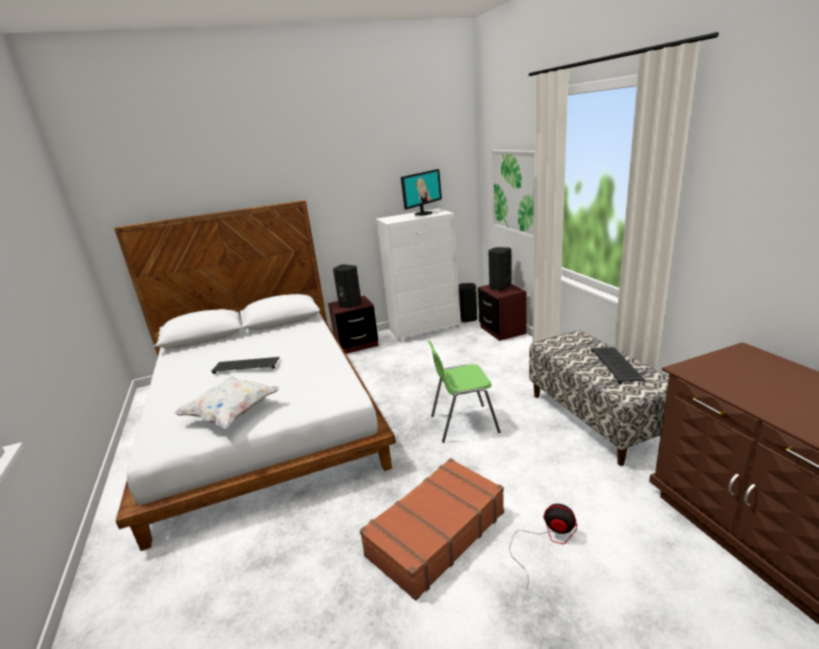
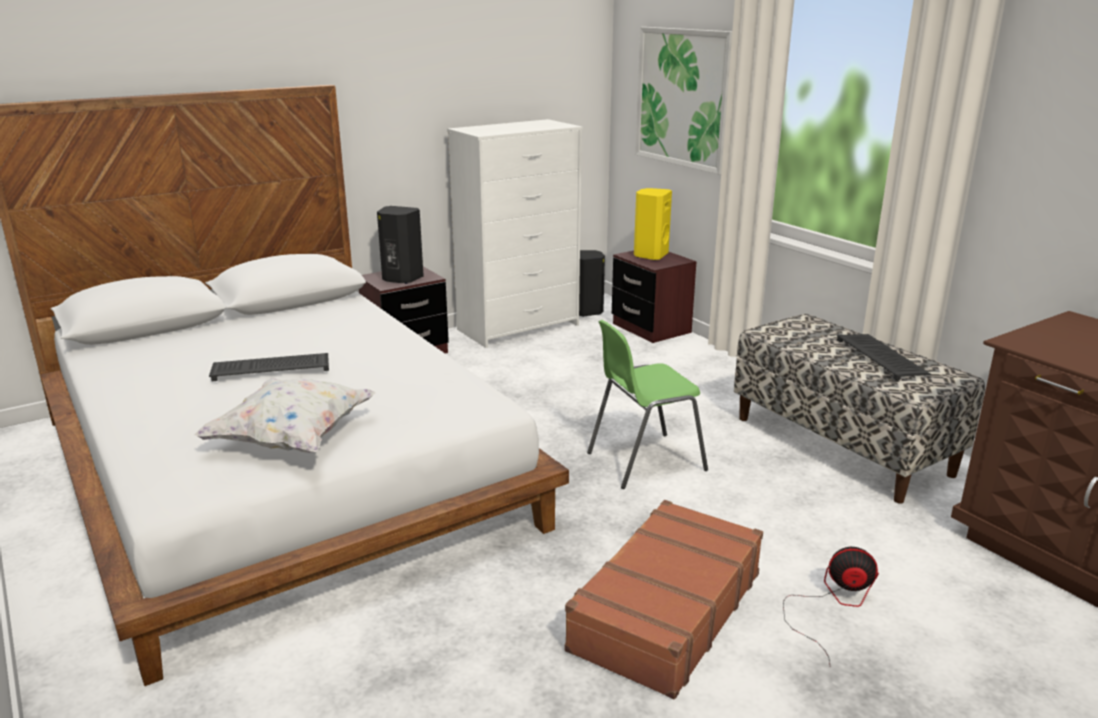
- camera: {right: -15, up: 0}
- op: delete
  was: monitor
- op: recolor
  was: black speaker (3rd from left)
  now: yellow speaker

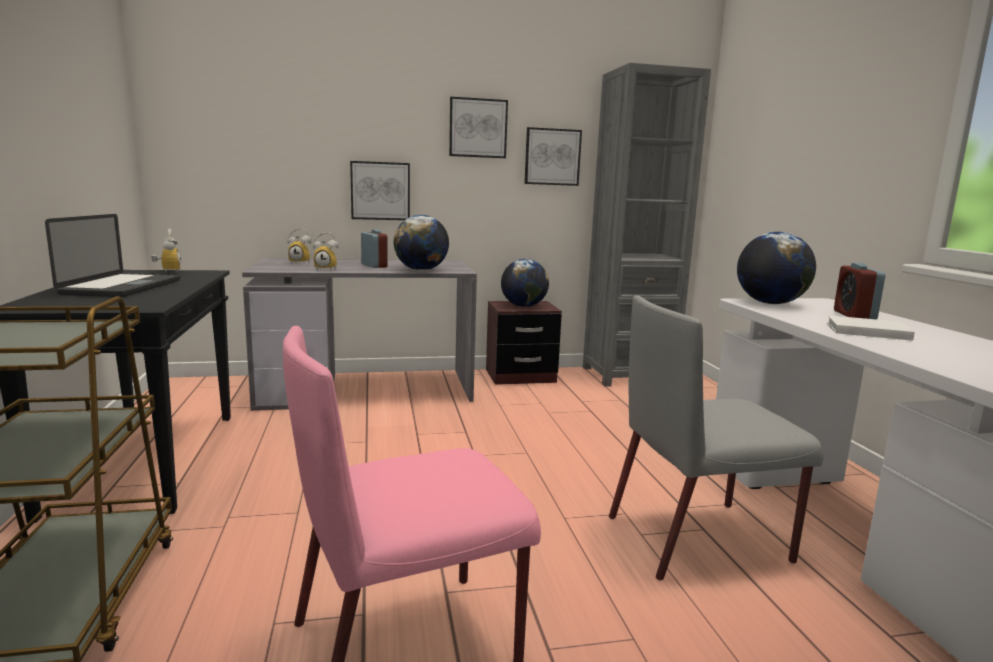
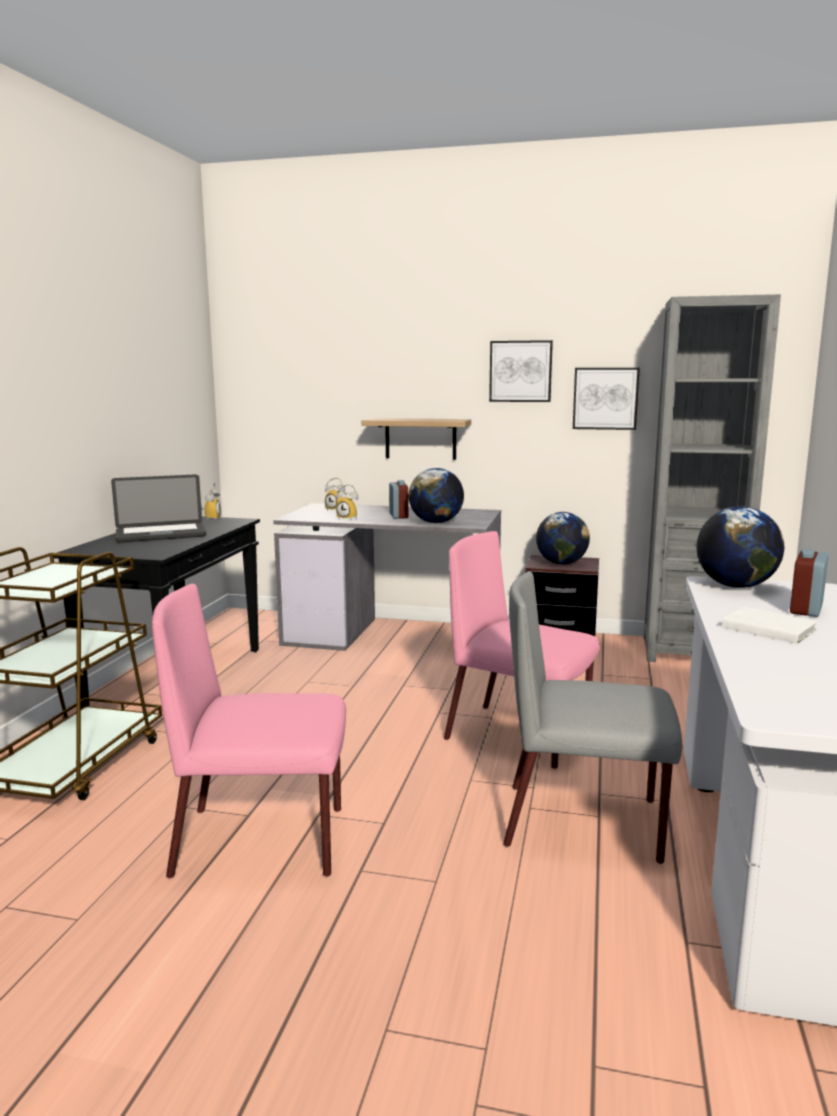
- camera: {right: 25, up: 0}
- op: replace
  was: picture (1st from left)
  now: shelf
- op: rotate
  was: laptop
  clockwise: 45
- op: insert
  now: pink chair (2nd from left)

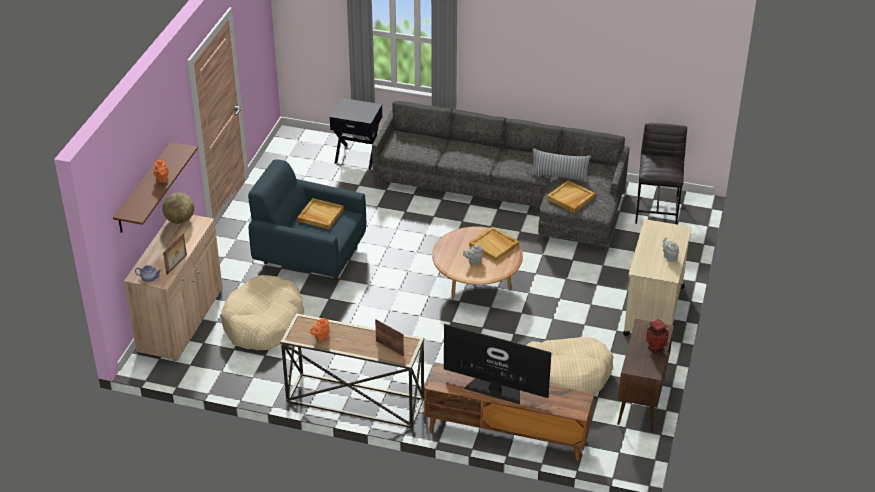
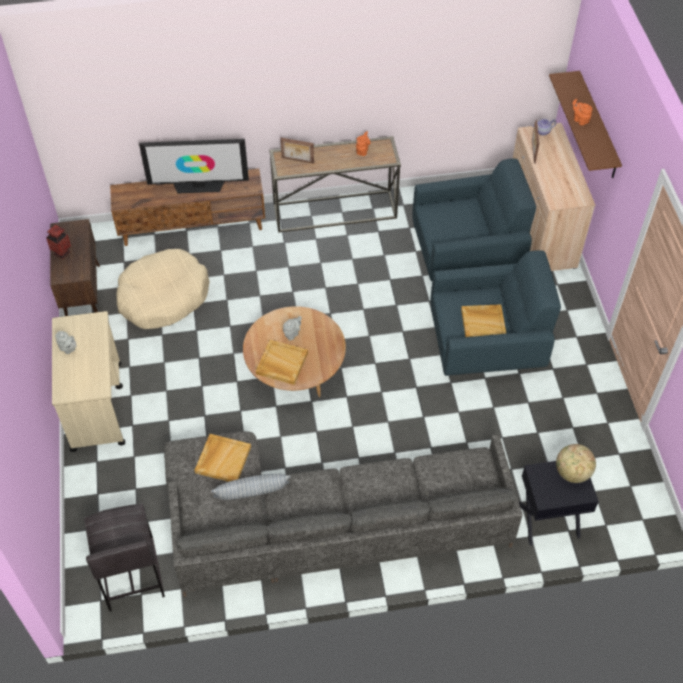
- camera: {right: 155, up: 15}
- op: move
  was: globe
- op: replace
  was: beige dog bed (1st from left)
  now: blue armchair (1st from left)

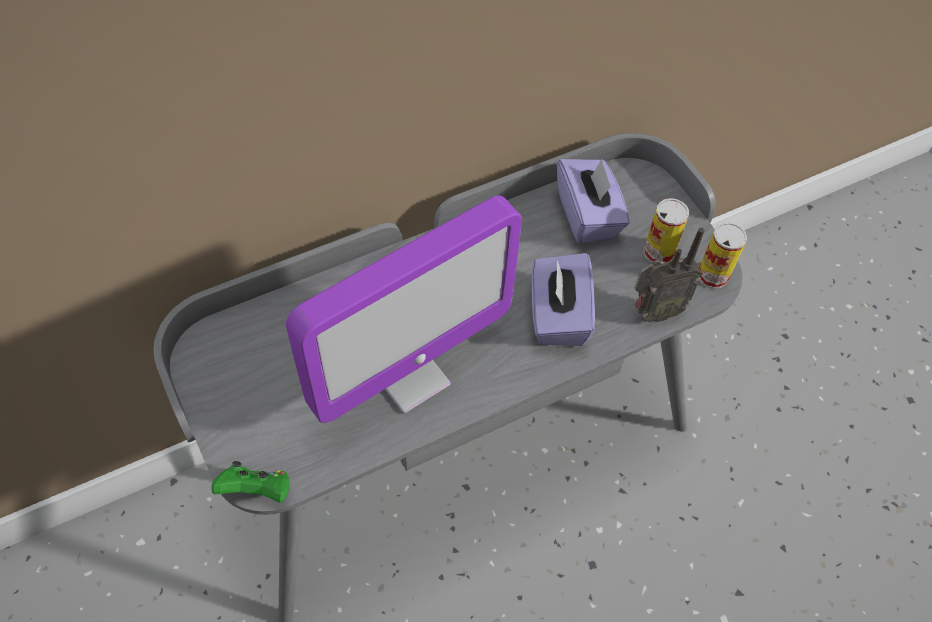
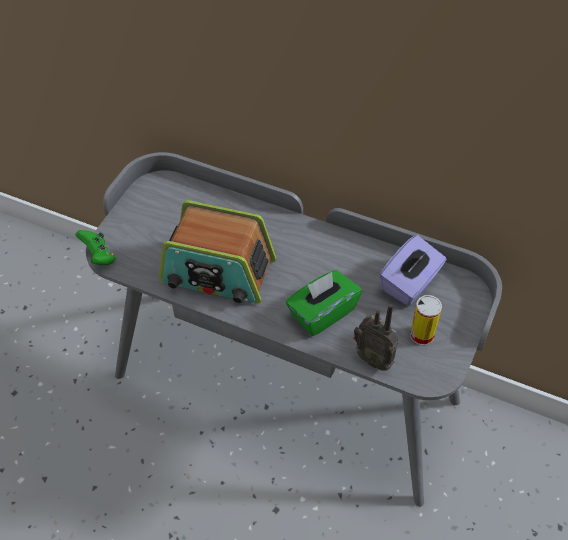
- camera: {right: 55, up: -5}
- op: replace
  was: monitor
  now: radio (1st from left)
- op: delete
  was: can (2nd from left)
- op: recolor
  was: purple tissue box (1st from left)
  now: green tissue box

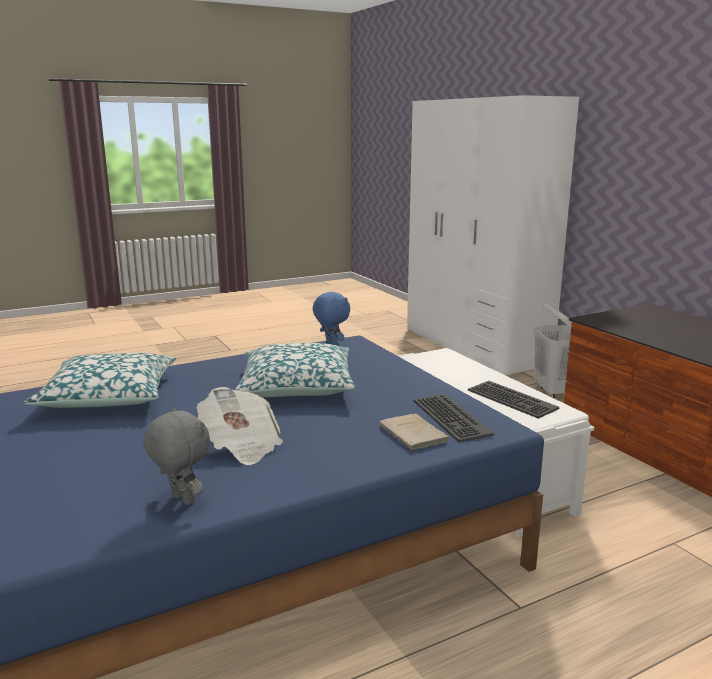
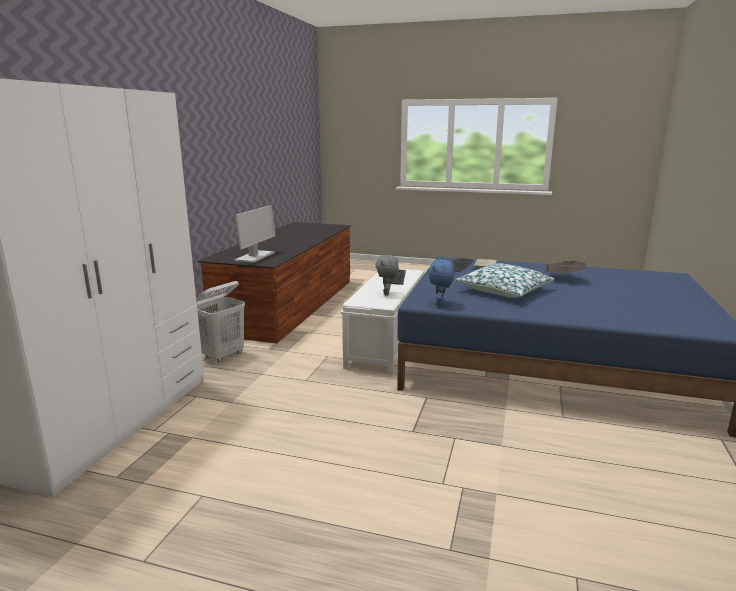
- camera: {right: -135, up: 0}
- op: delete
  was: pillow (1st from left)
- op: move
  was: grey plush toy
- op: insert
  now: monitor

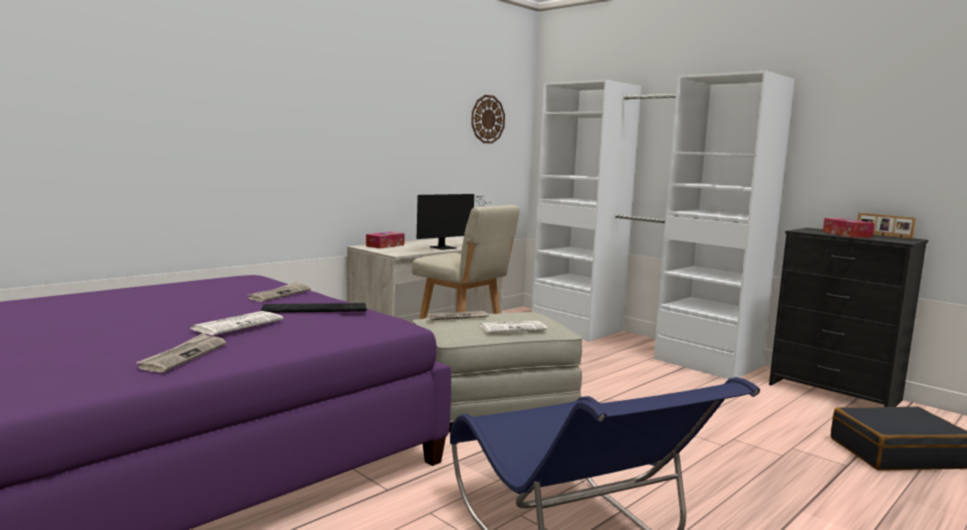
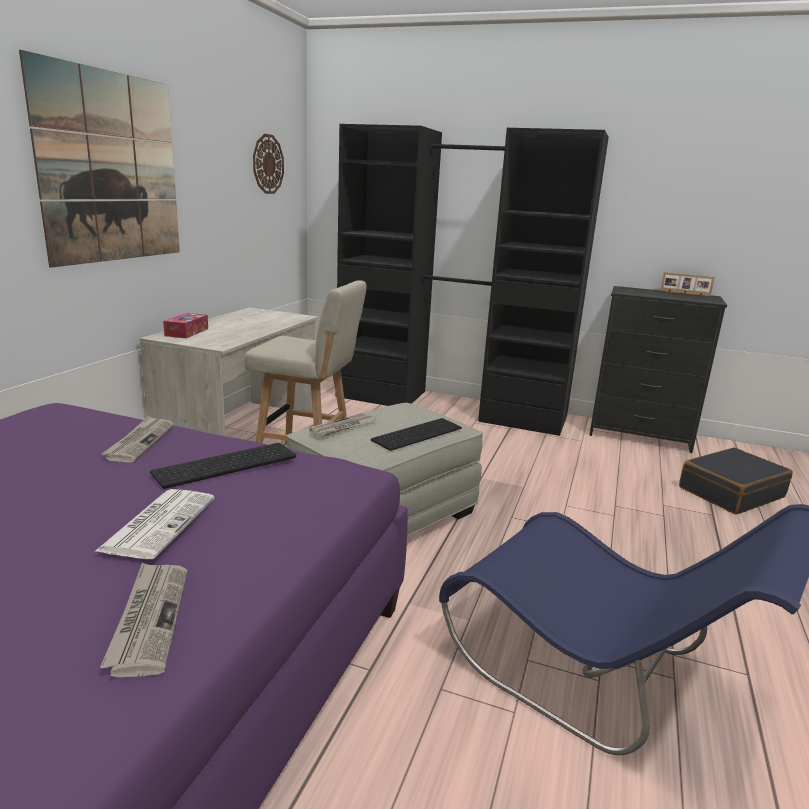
- camera: {right: -25, up: 10}
- op: recolor
  was: white wardrobe
  now: black wardrobe
- op: delete
  was: monitor
- op: delete
  was: tissue box (2nd from left)
- op: replace
  was: newspaper (5th from left)
  now: keyboard (2nd from left)
- op: insert
  now: picture

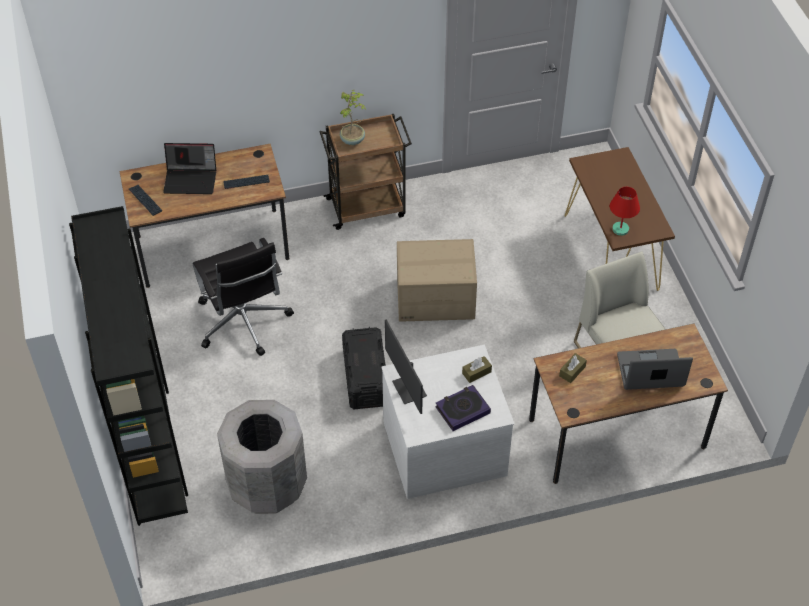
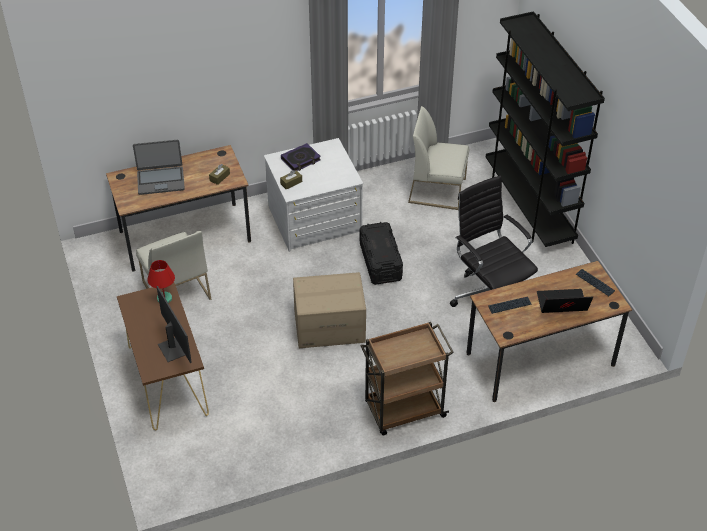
- camera: {right: 175, up: -5}
- op: delete
  was: potted plant
- op: move
  was: monitor
- op: replace
  was: grey trash can
  now: white chair (2nd from left)

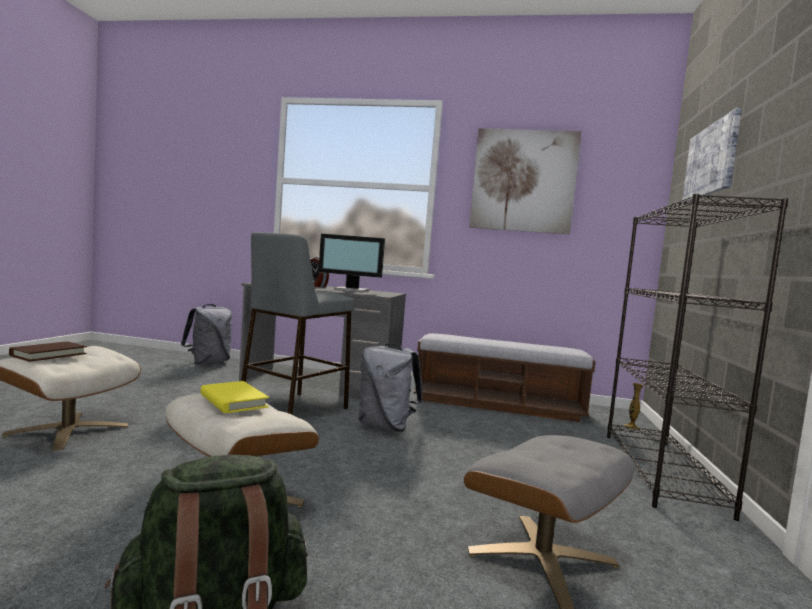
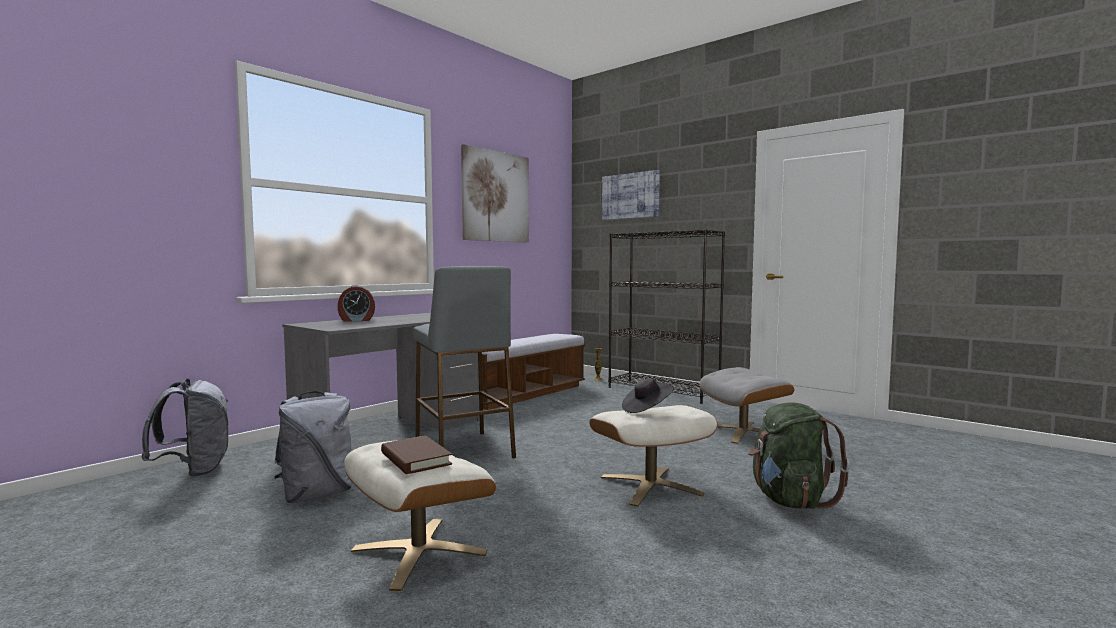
- camera: {right: -60, up: 0}
- op: delete
  was: monitor
- op: move
  was: grey backpack (2nd from left)
- op: replace
  was: yellow book
  now: black hat

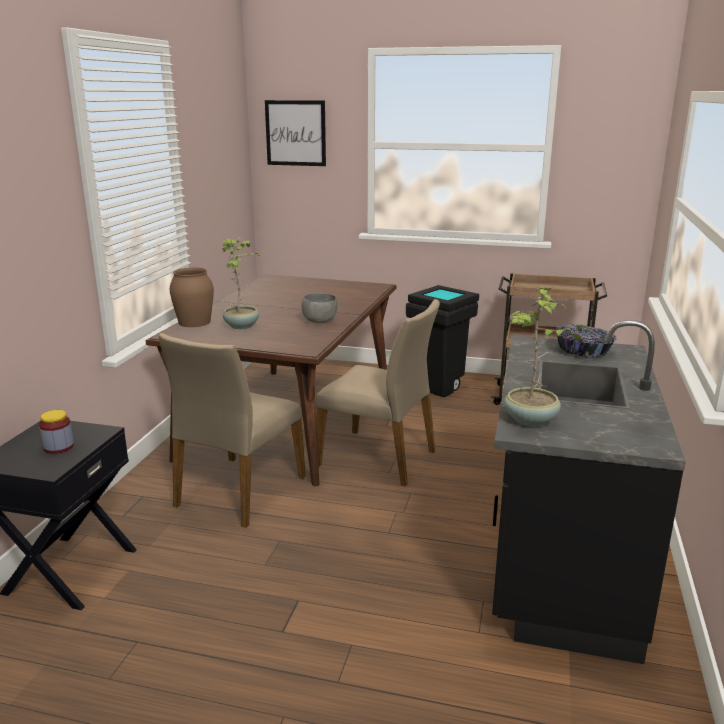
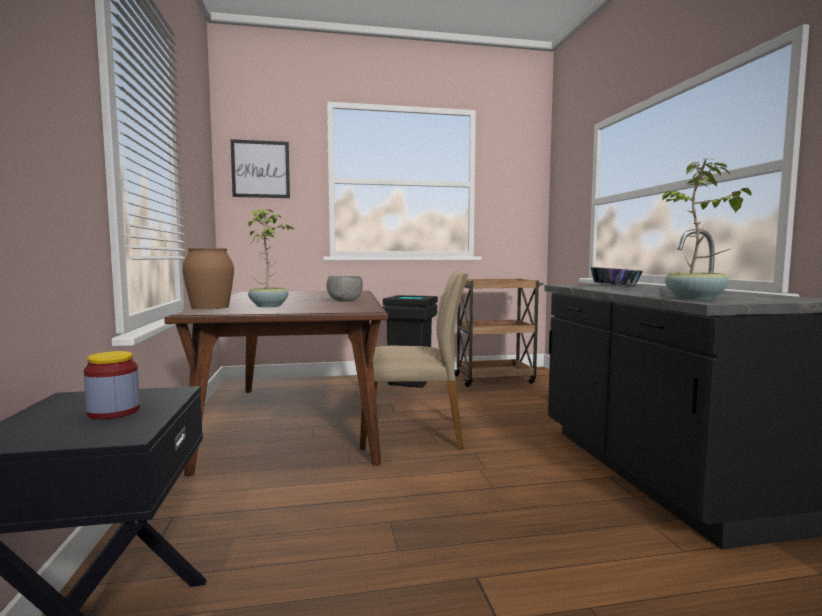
- camera: {right: -25, up: -15}
- op: delete
  was: beige chair (1st from left)

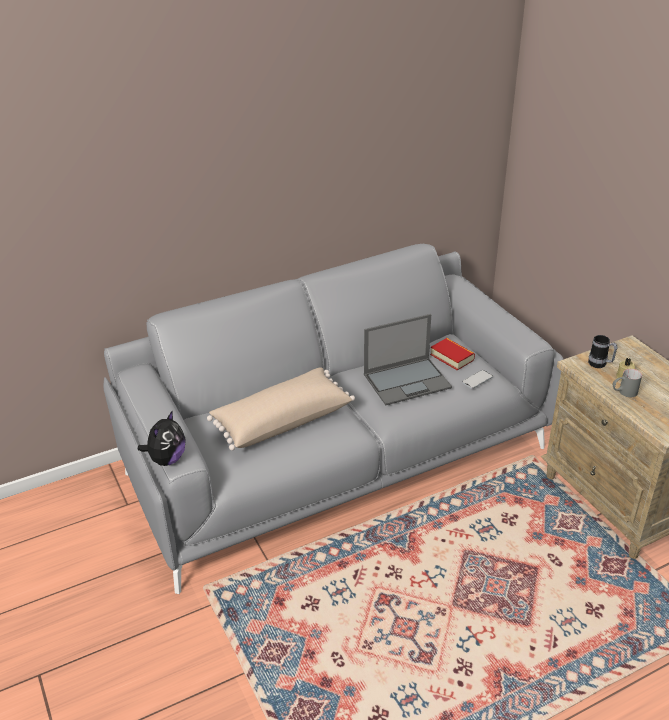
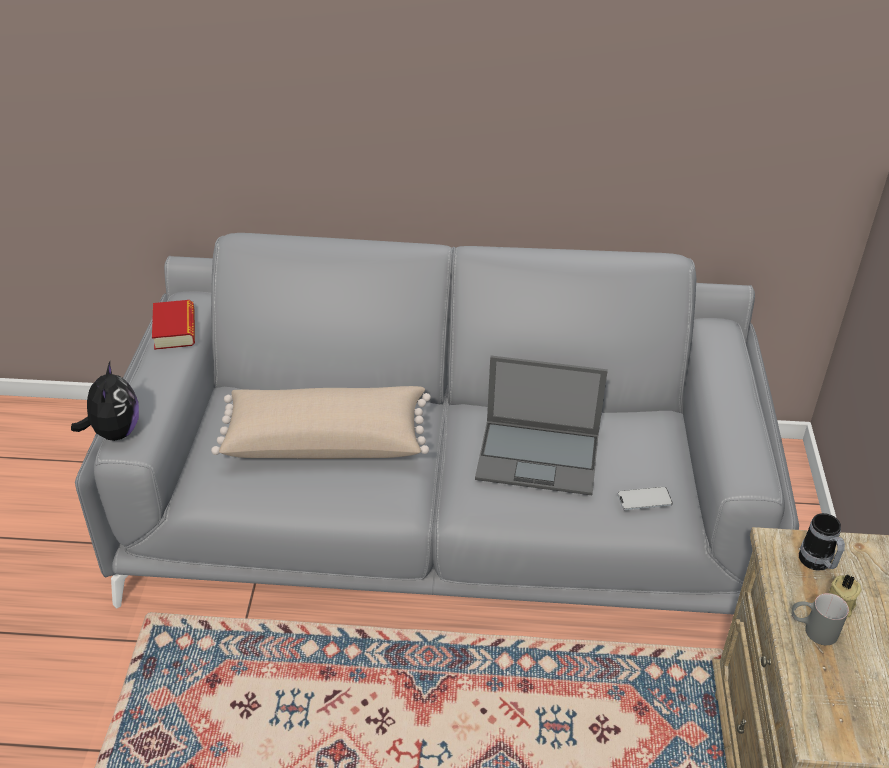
- camera: {right: 30, up: 5}
- op: move
  was: book
- op: rotate
  was: plush toy
  clockwise: -60

